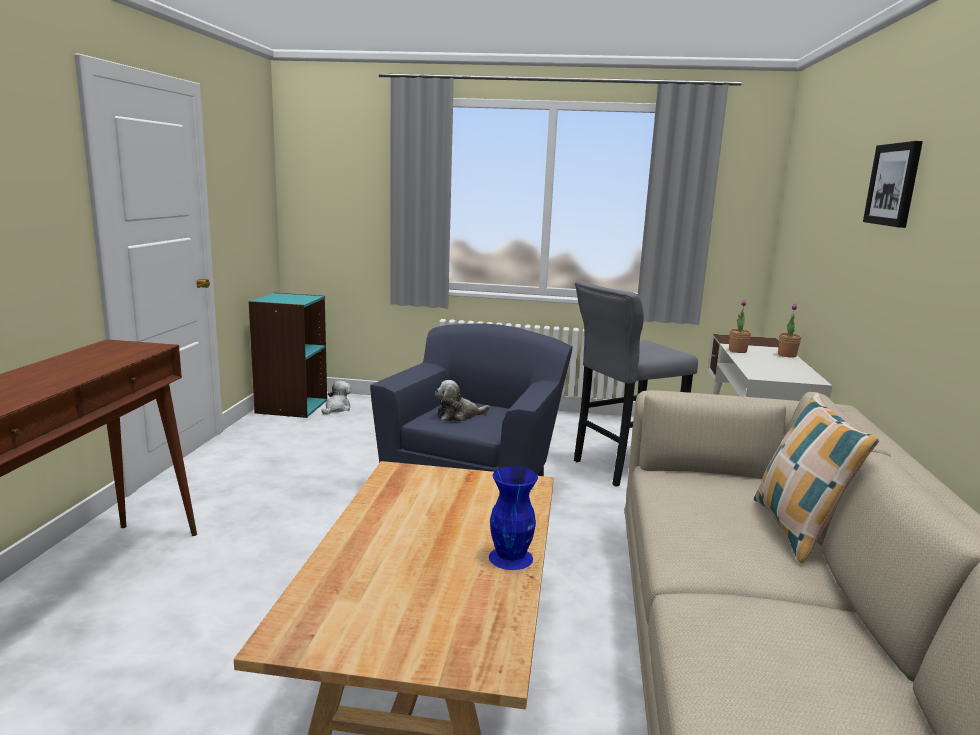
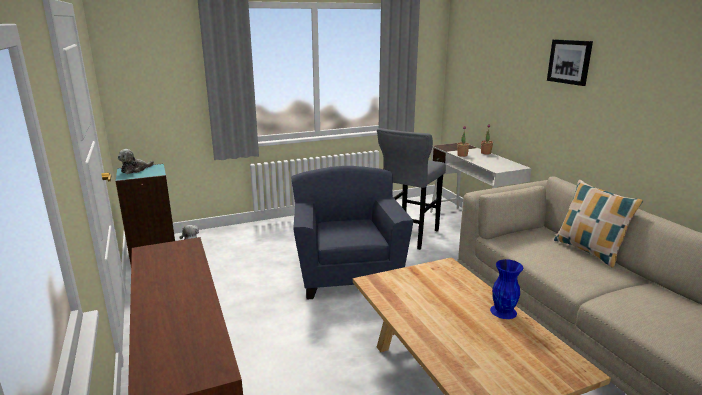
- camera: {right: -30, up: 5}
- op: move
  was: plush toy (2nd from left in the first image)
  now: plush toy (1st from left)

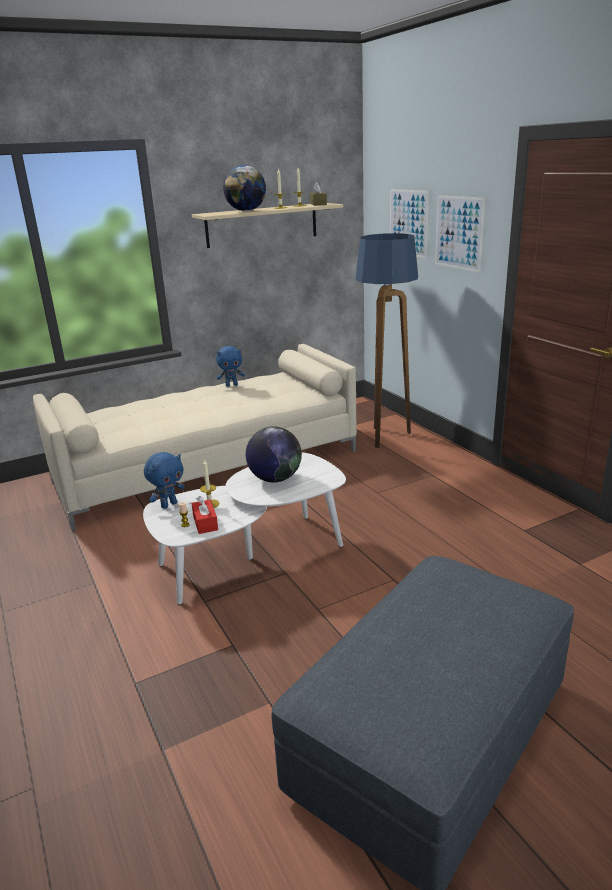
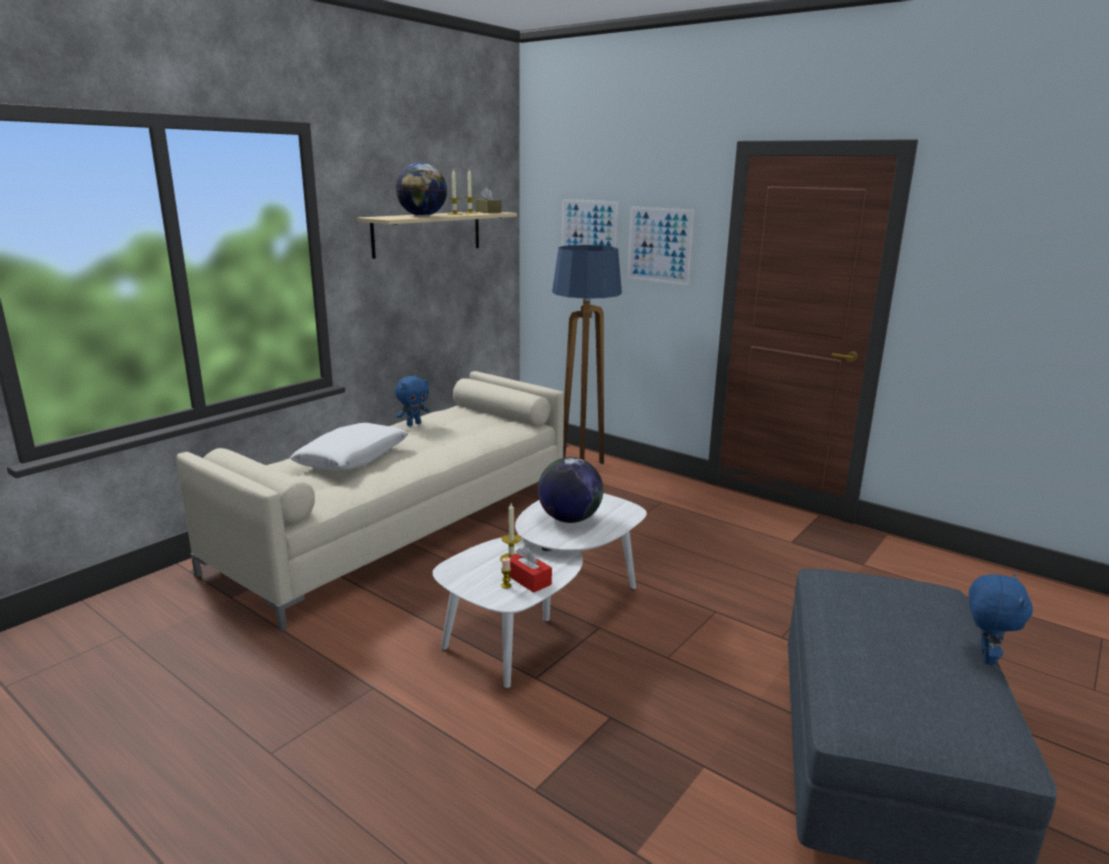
- camera: {right: -25, up: -5}
- op: move
  was: blue plush toy (1st from left in the first image)
  now: blue plush toy (2nd from left)
- op: insert
  now: white pillow

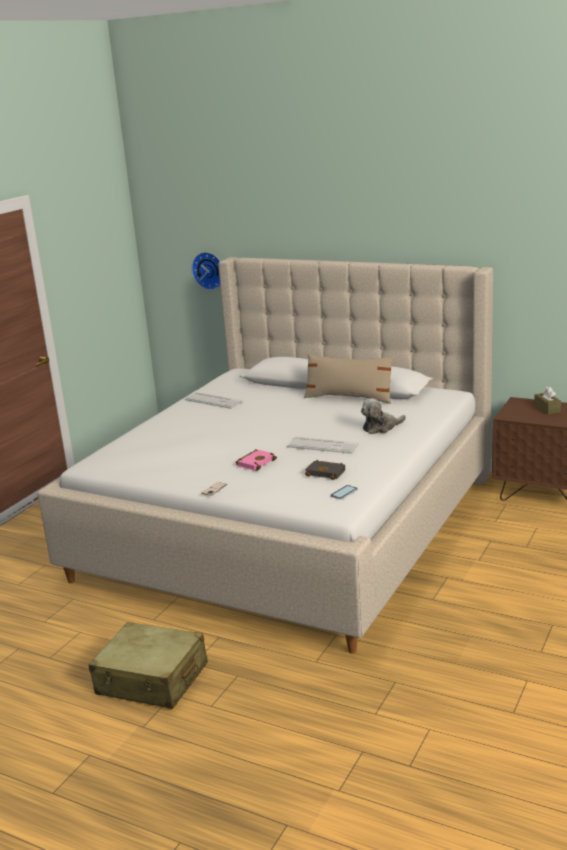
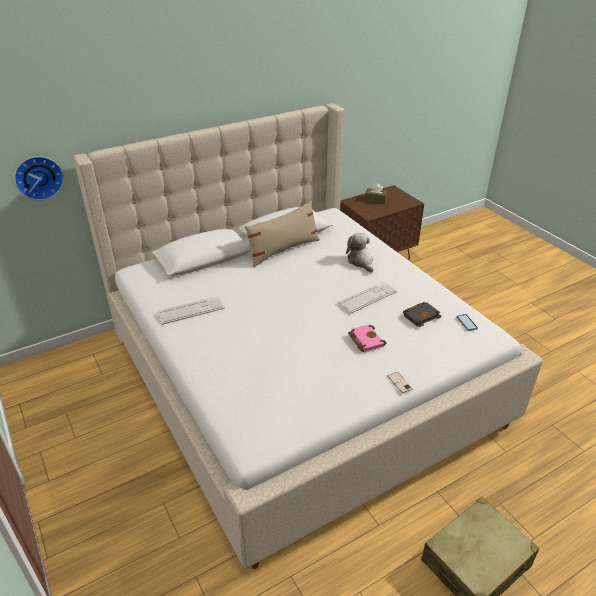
- camera: {right: -60, up: 15}
- op: rotate
  was: plush toy
  clockwise: 150

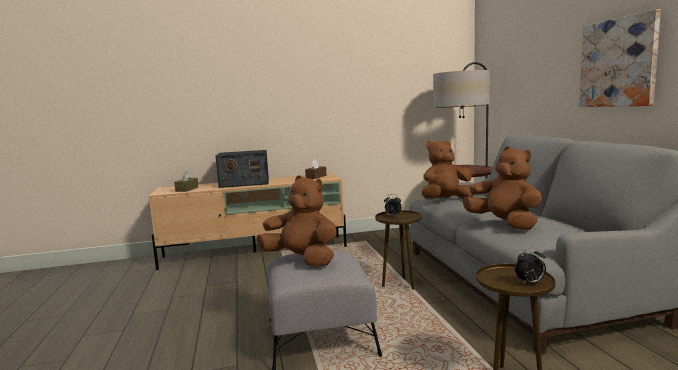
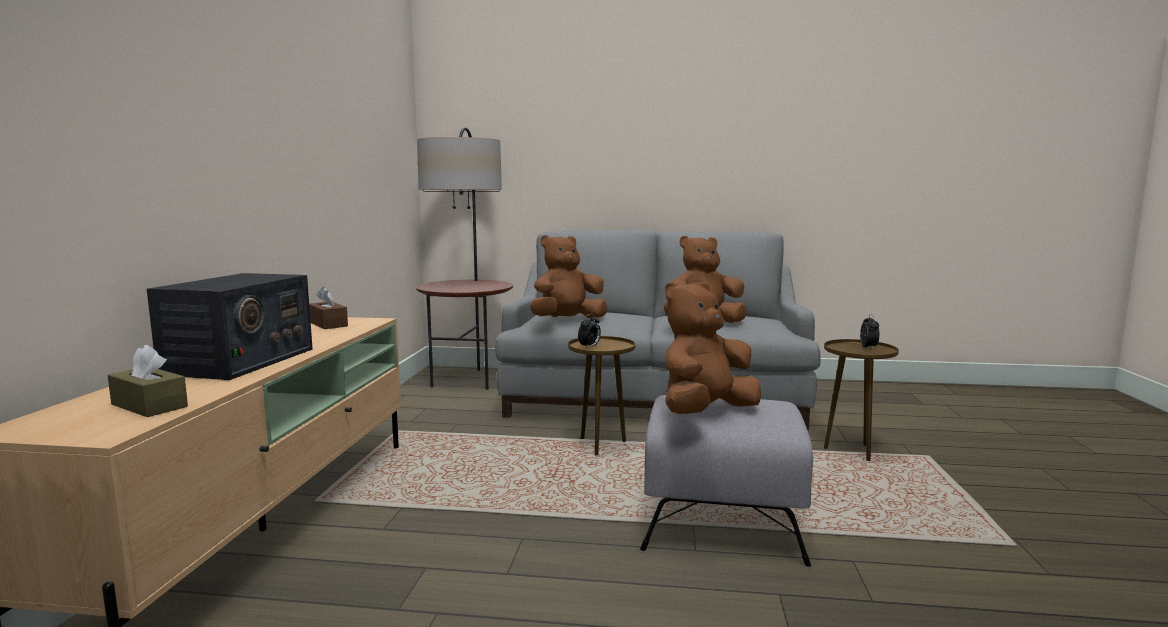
- camera: {right: -70, up: 0}
- op: delete
  was: picture
- op: rotate
  was: brown plush toy (2nd from left in the first image)
  clockwise: 60

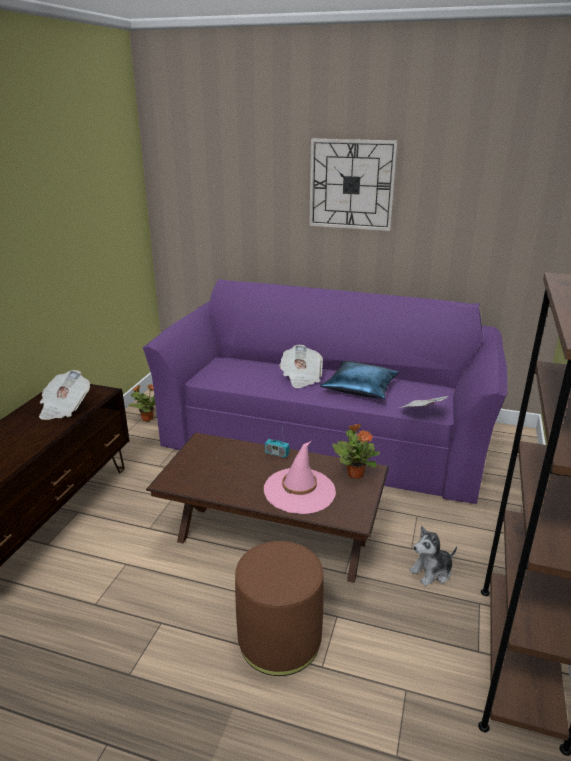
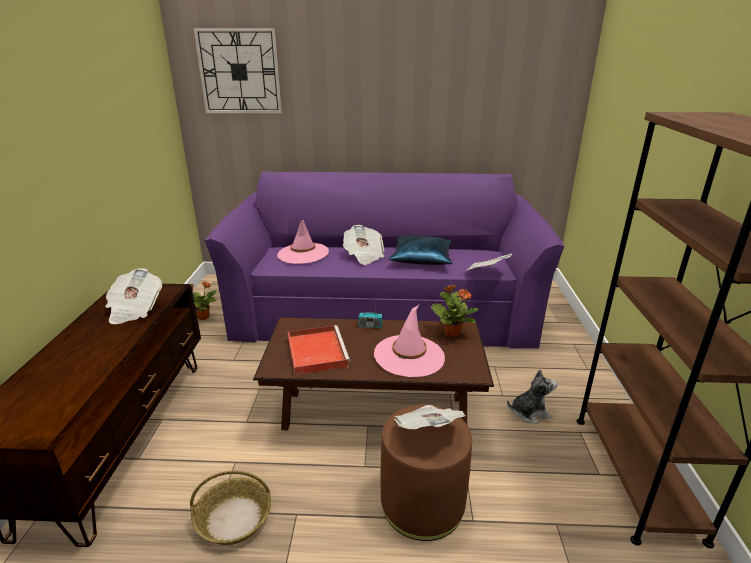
- camera: {right: -15, up: 0}
- op: move
  was: wall clock
- op: rotate
  was: plush toy
  clockwise: -150
- op: insert
  now: pink hat (1st from left)
- op: insert
  now: red tray
- op: insert
  now: newspaper (3rd from left)
- op: insert
  now: basket

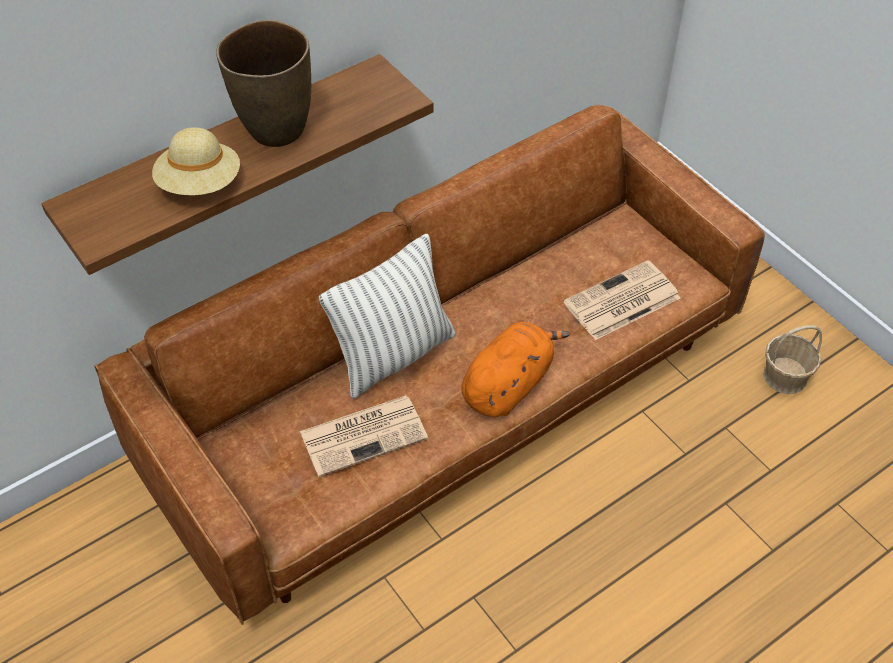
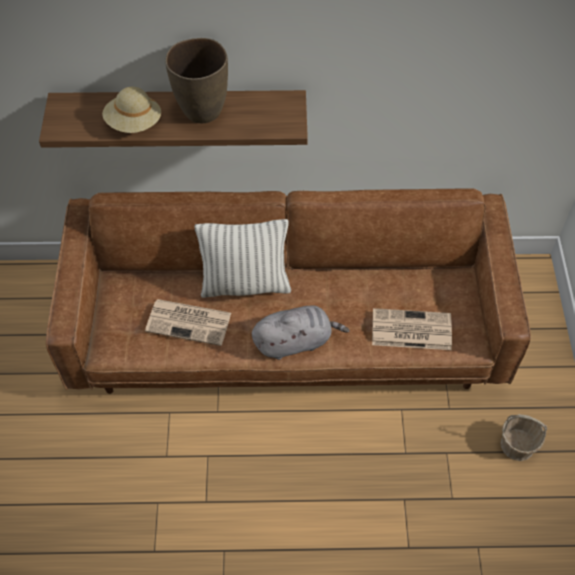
- camera: {right: 35, up: 5}
- op: recolor
  was: orange plush toy
  now: grey plush toy

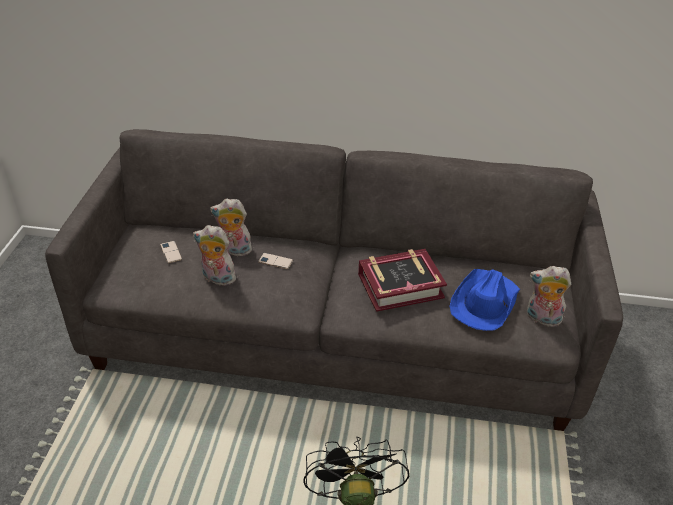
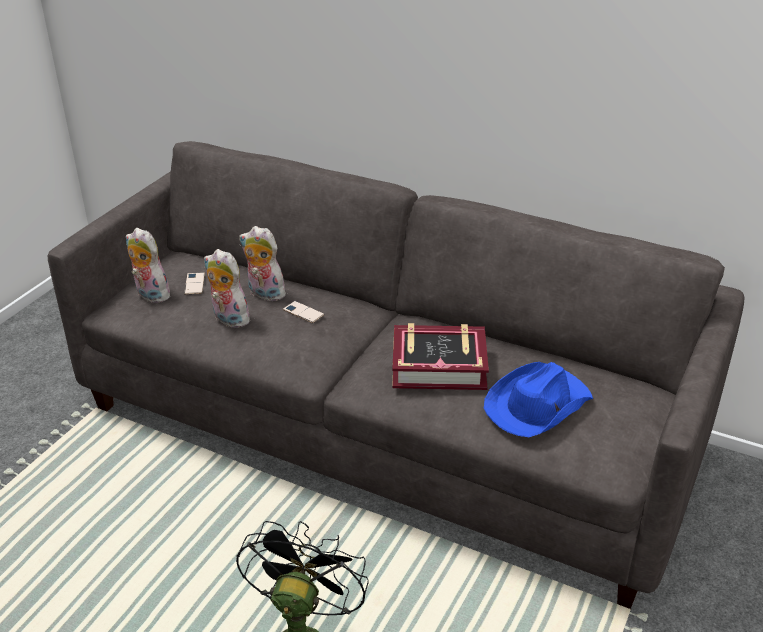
- camera: {right: 20, up: -5}
- op: move
  was: plush toy (3rd from left in the first image)
  now: plush toy (1st from left)

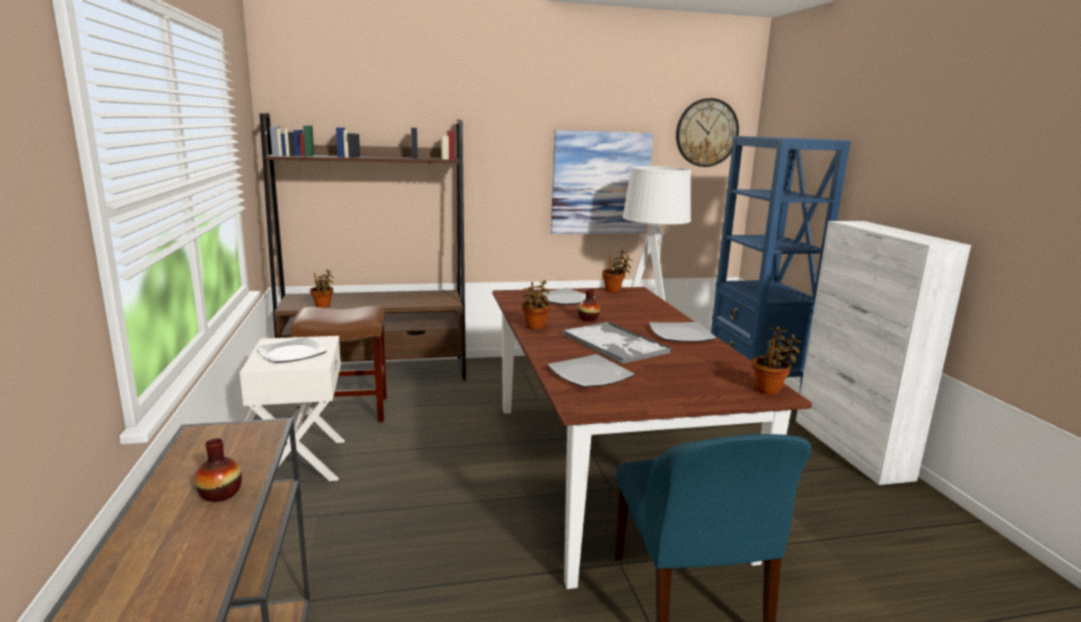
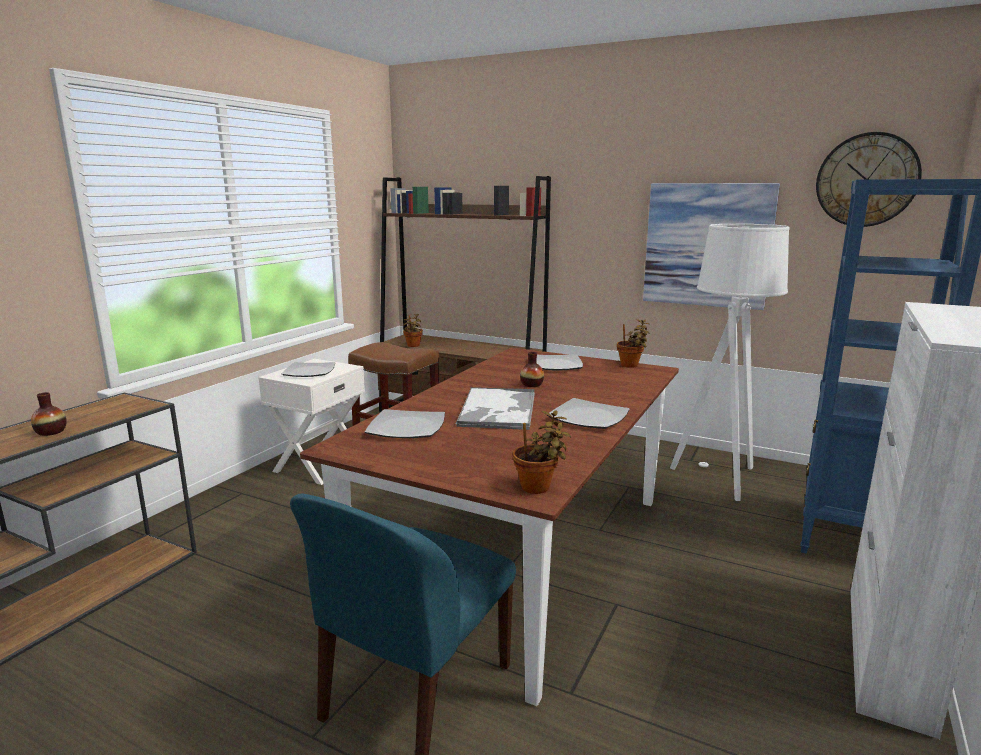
- camera: {right: 40, up: 0}
- op: delete
  was: potted plant (2nd from left)

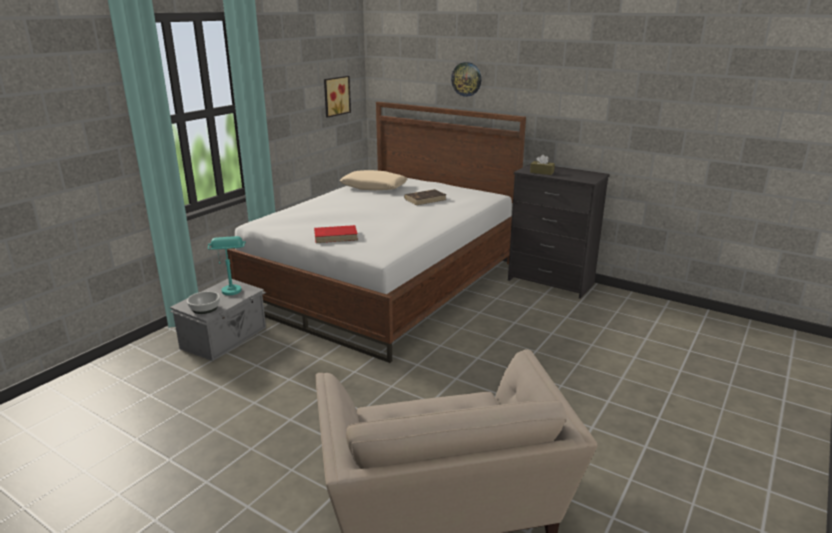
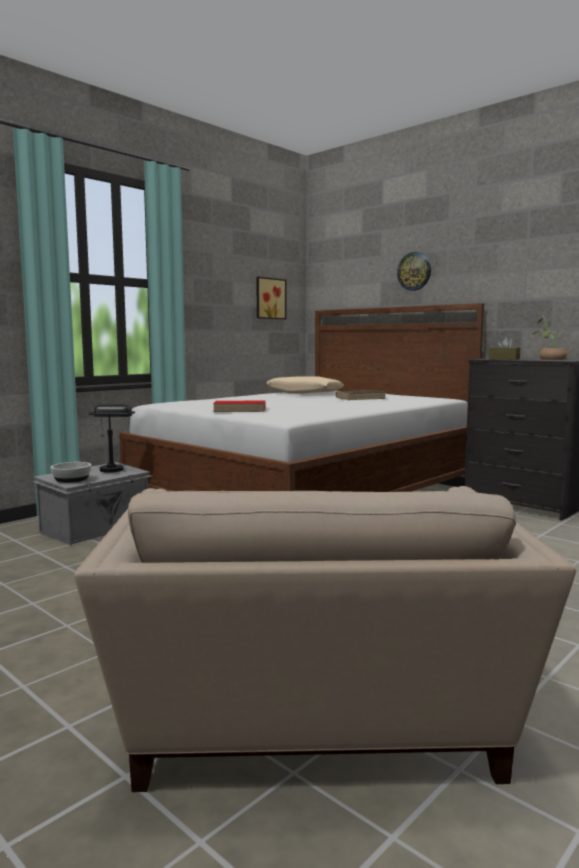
- camera: {right: 10, up: -15}
- op: recolor
  was: turquoise table lamp
  now: black table lamp
- op: insert
  now: potted plant

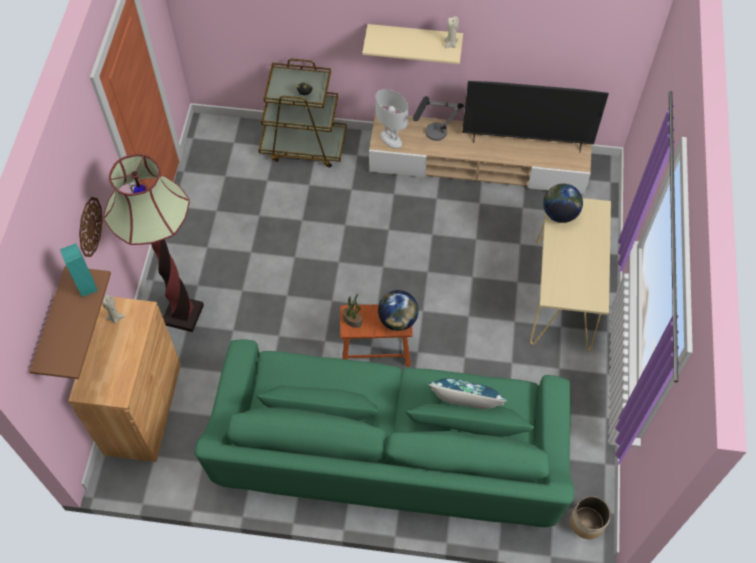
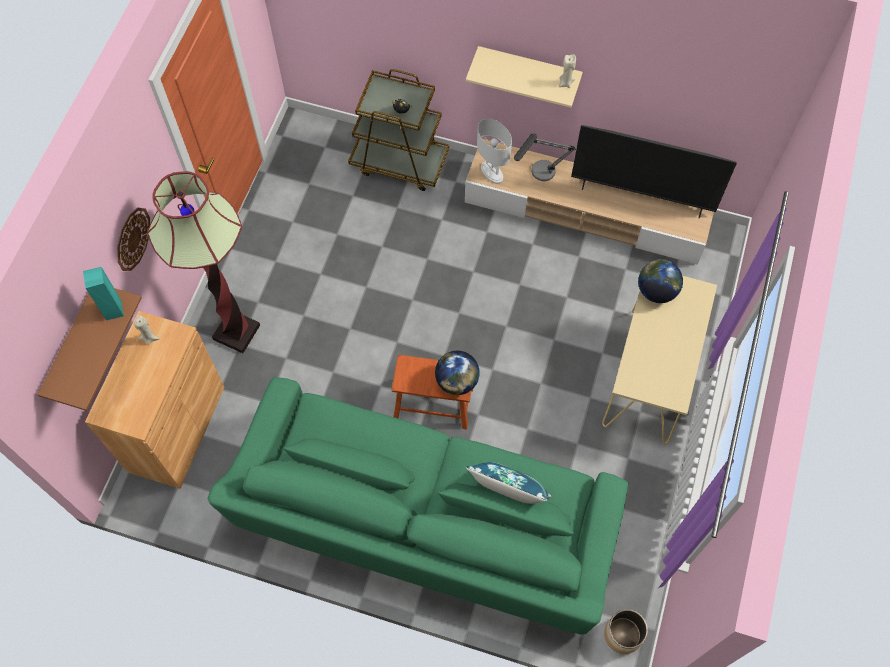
- camera: {right: 10, up: 5}
- op: delete
  was: potted plant

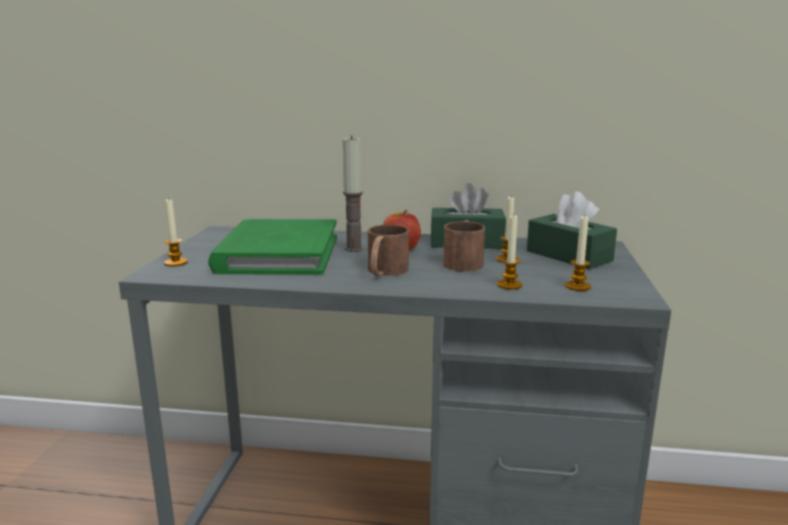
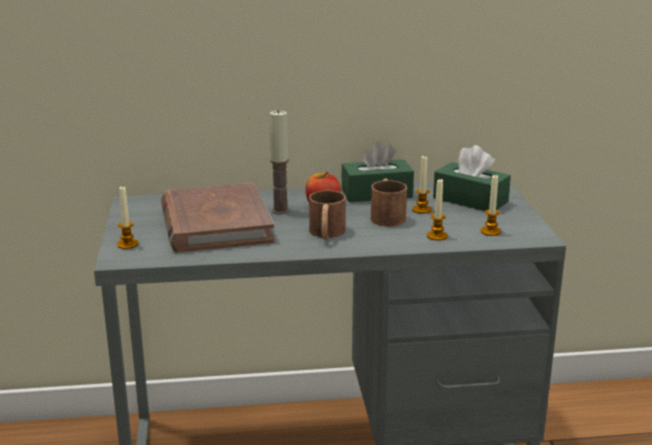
- camera: {right: -15, up: 5}
- op: recolor
  was: green book
  now: brown book

